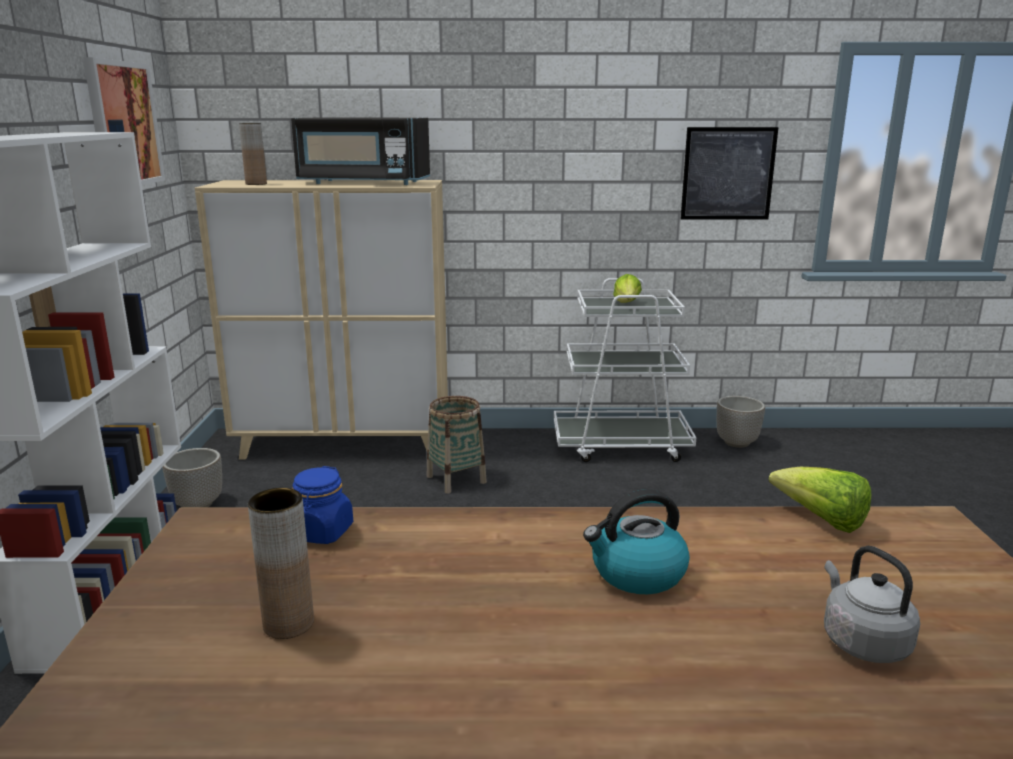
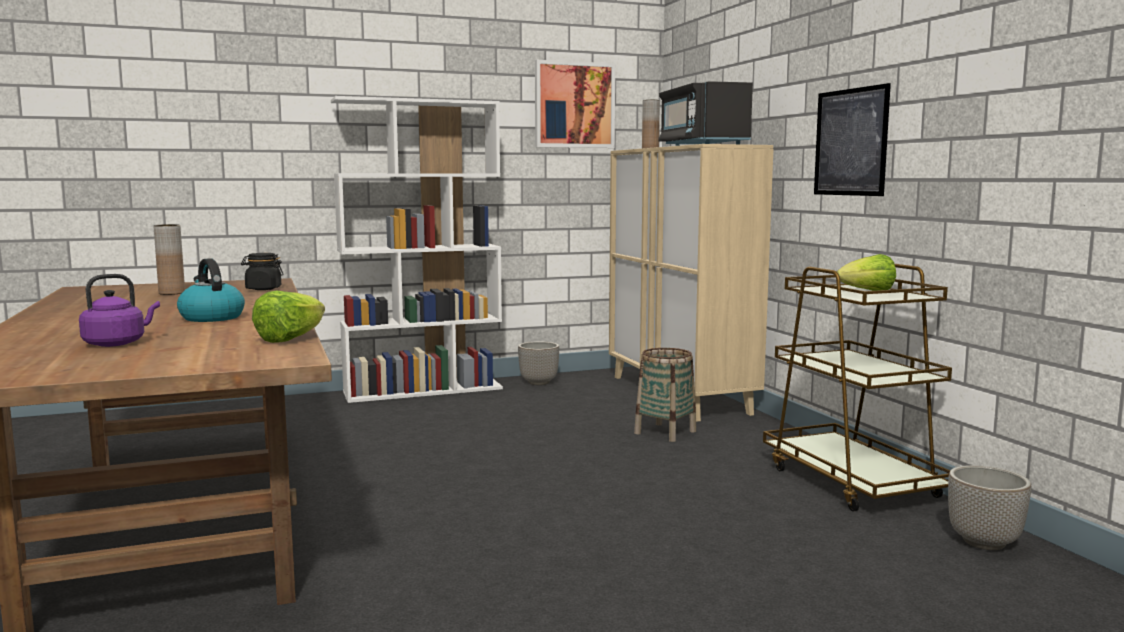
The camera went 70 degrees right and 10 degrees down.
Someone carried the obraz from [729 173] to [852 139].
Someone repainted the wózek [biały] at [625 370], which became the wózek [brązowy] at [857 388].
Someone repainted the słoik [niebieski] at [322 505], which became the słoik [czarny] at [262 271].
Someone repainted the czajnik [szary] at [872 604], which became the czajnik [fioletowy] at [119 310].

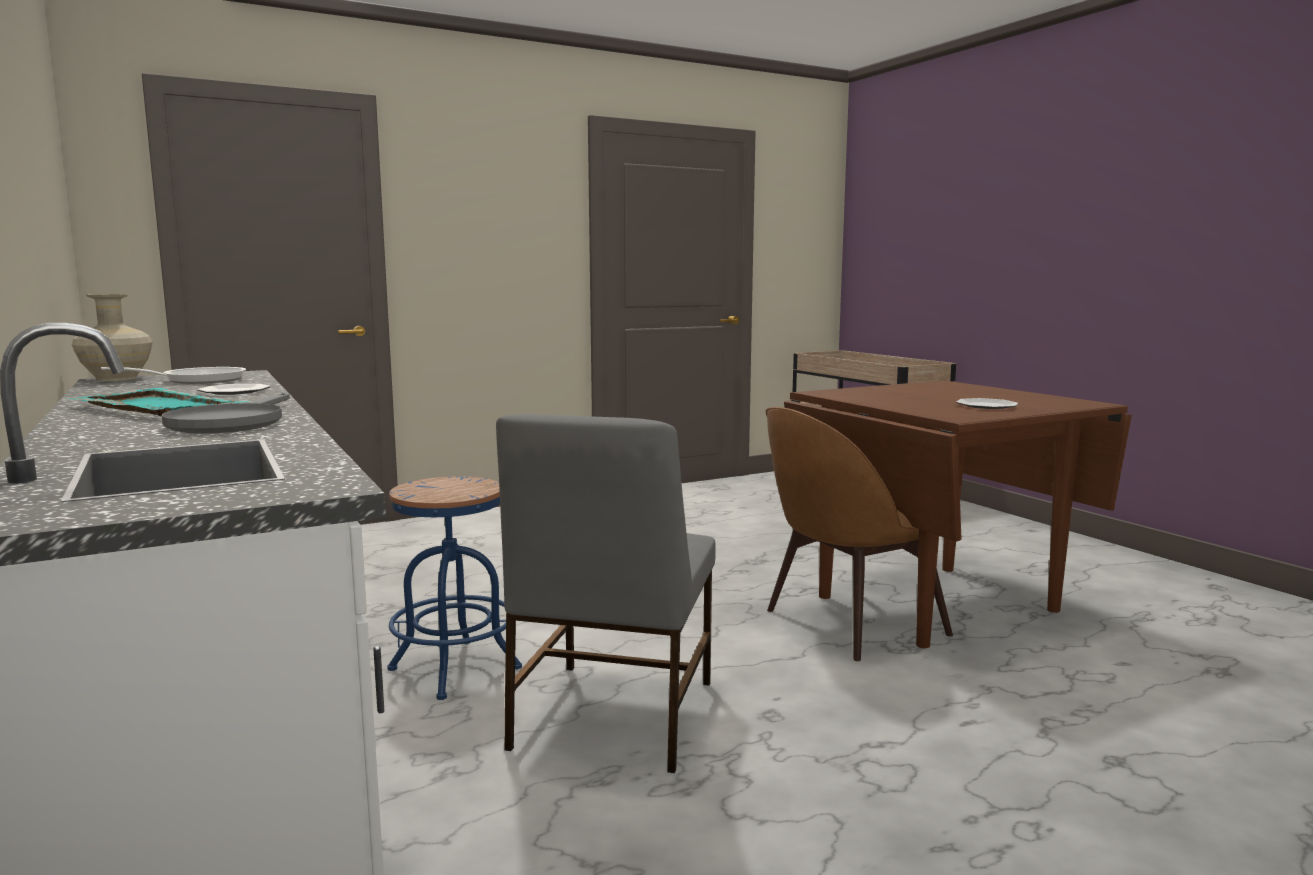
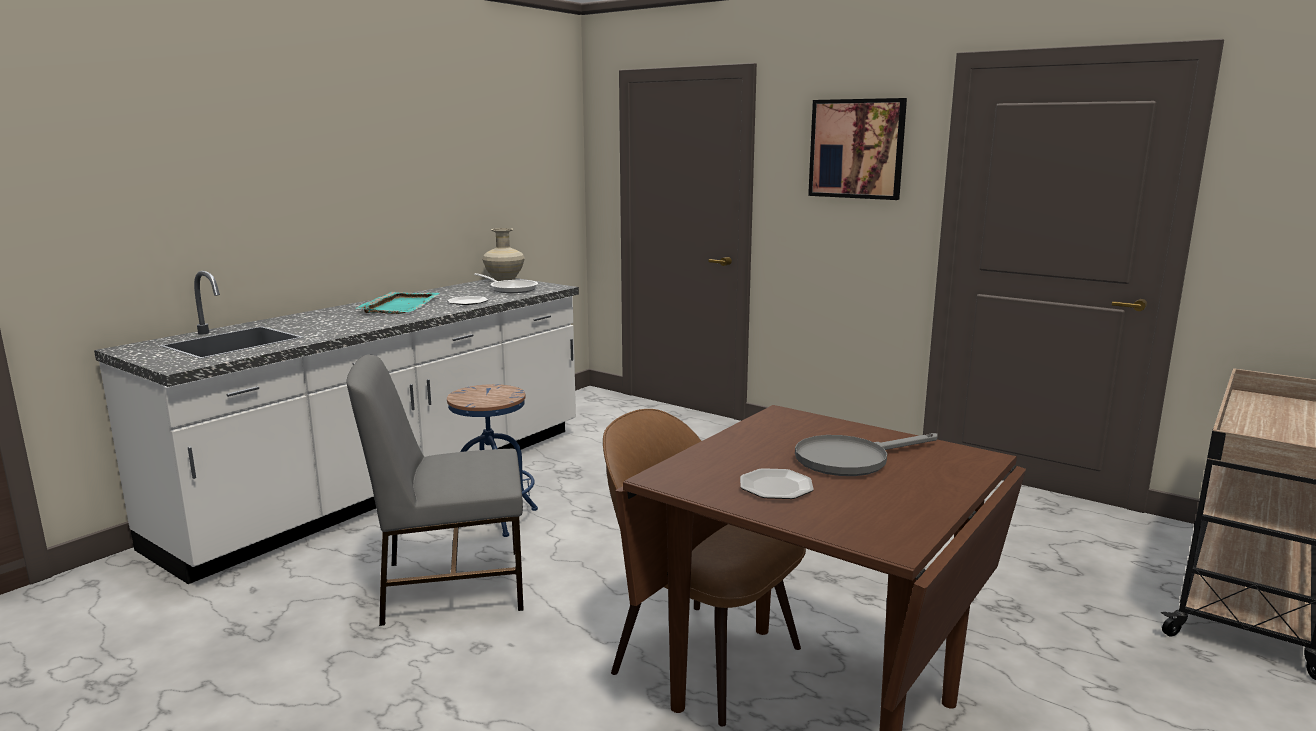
The camera went 65 degrees right and 5 degrees up.
Someone carried the patelnia [szary] from [226 413] to [866 454].
Someone put up the obraz at [857 149].

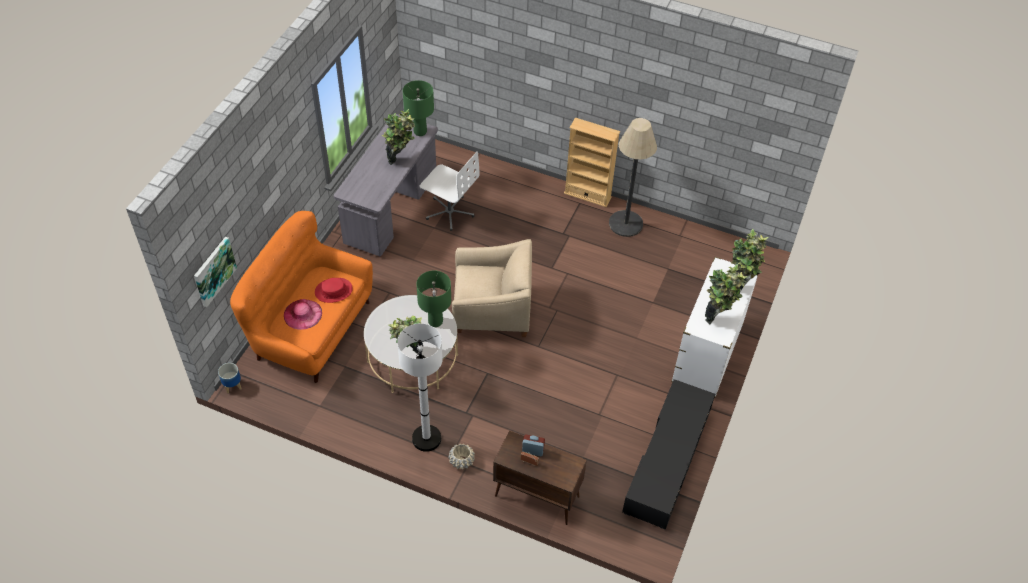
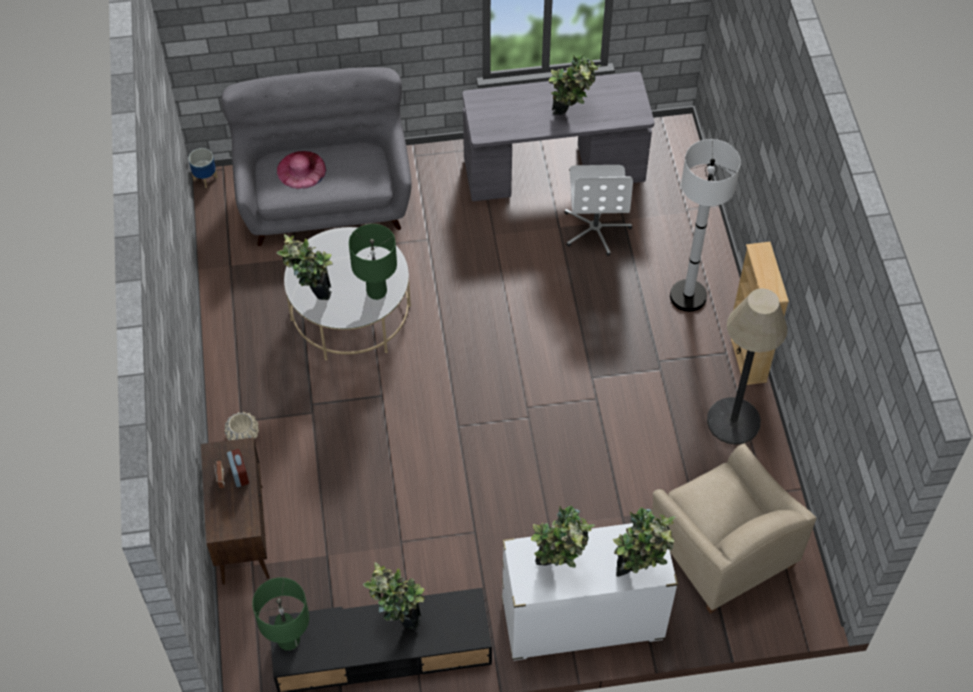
The camera went 60 degrees right and 5 degrees up.
Someone carried the lampa stołowa [zielony] from [418 108] to [280 614].
Someone repainted the kanapa [pomarańczowy] at [301 297], which became the kanapa [szary] at [316 156].
Someone took away the obraz at [215 272].
Someone carried the fotel [beżowy] from [492 288] to [734 528].
Someone took away the kapelusz [czerwony] at [334 290].
Someone carried the lampa stojąca [biały] from [420 387] to [705 225].
Someone put down the roślina doniczkowa at [394 596].

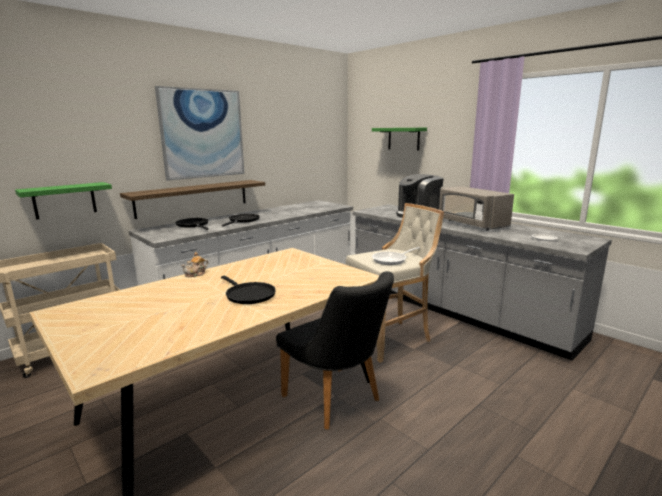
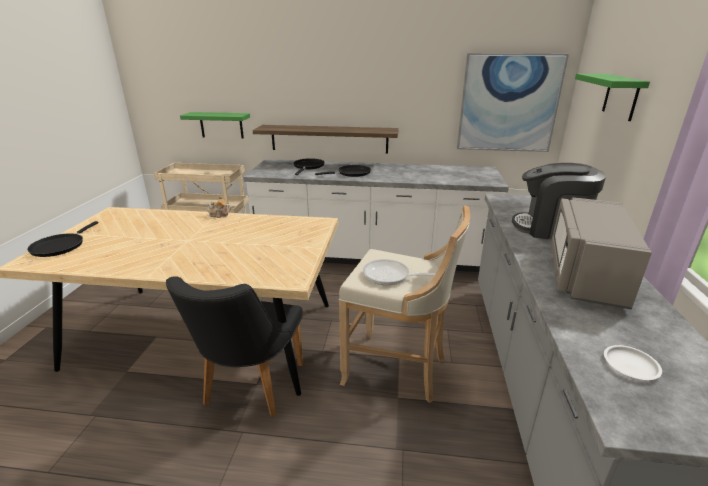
The camera went 50 degrees right and 10 degrees up.
Someone carried the obraz from [200 133] to [513 102].
Someone carried the patelnia [czarny] from [248 290] to [63 239].

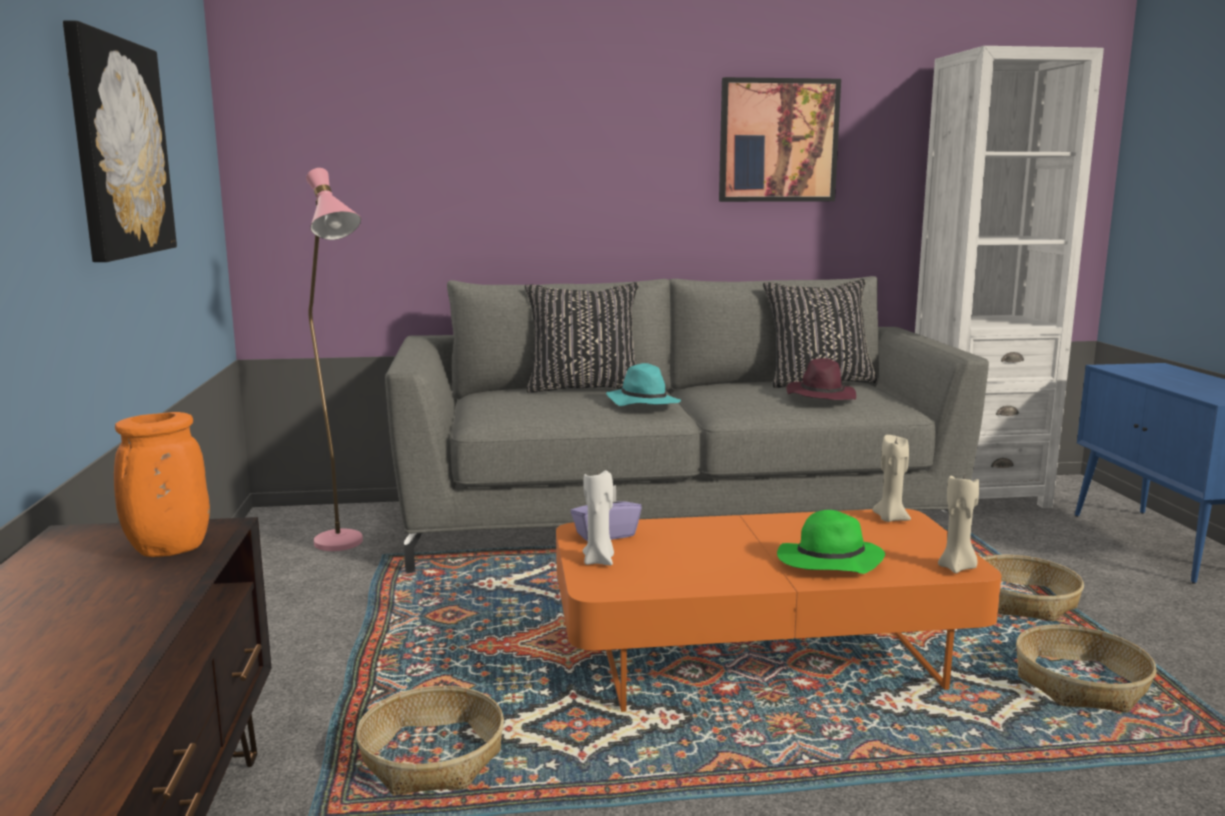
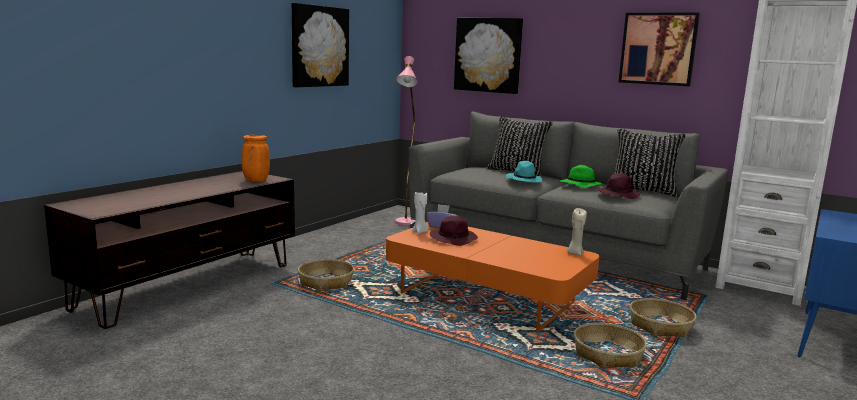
The camera went 40 degrees right and 0 degrees up.
Someone took away the świeca [beżowy] at [958 522].
Someone carried the kapelusz [zielony] from [831 542] to [581 176].
Someone put up the obraz at [488 56].
Someone put down the kapelusz [fioletowy] at [454 231].

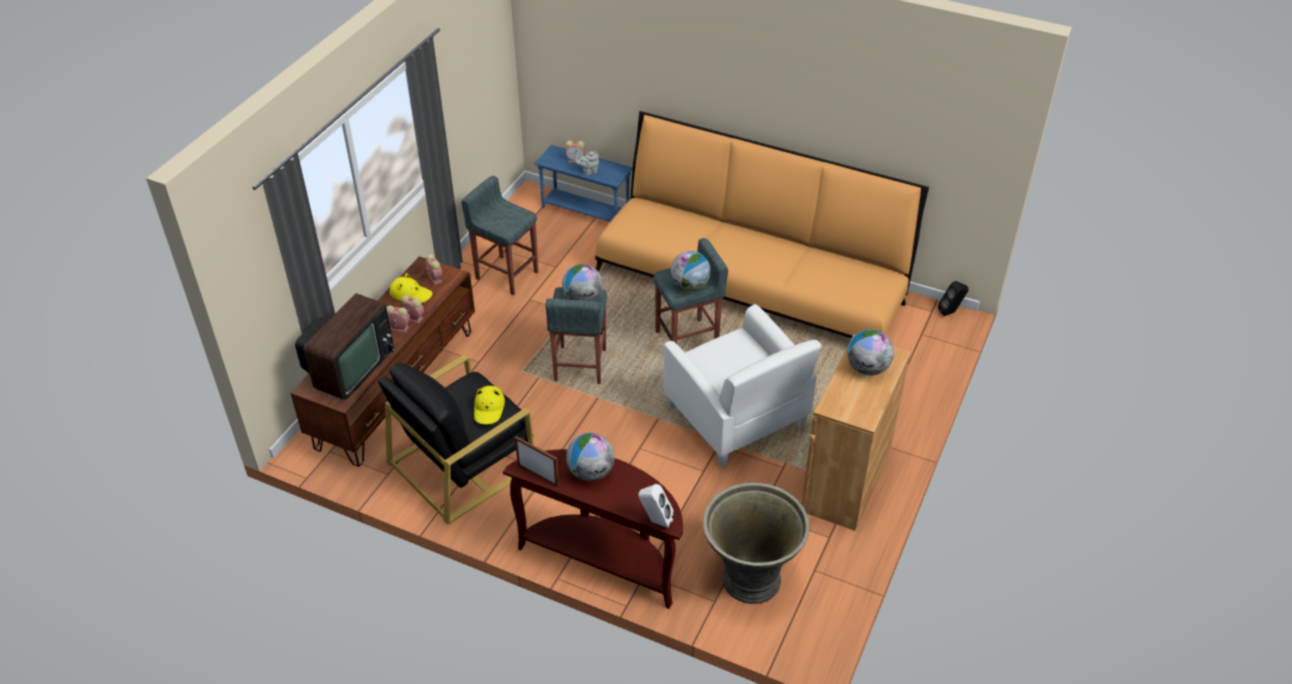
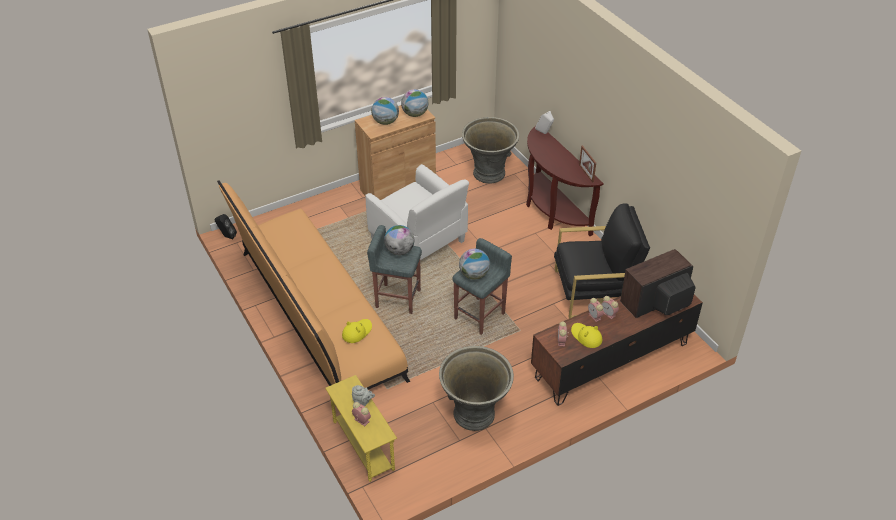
The camera went 145 degrees left and 0 degrees up.
Someone repainted the stolik [niebieski] at [584 183], which became the stolik [żółty] at [361 428].
Someone swapped the stołek [szary] at [499 235] for the donica [szary] at [476 388].
Someone rotated the fotel [biały] at [742 385] by 135 degrees clockwise.
Someone carried the kapelusz [żółty] from [489 405] to [357 331].
Someone carried the globus from [590 457] to [414 103].

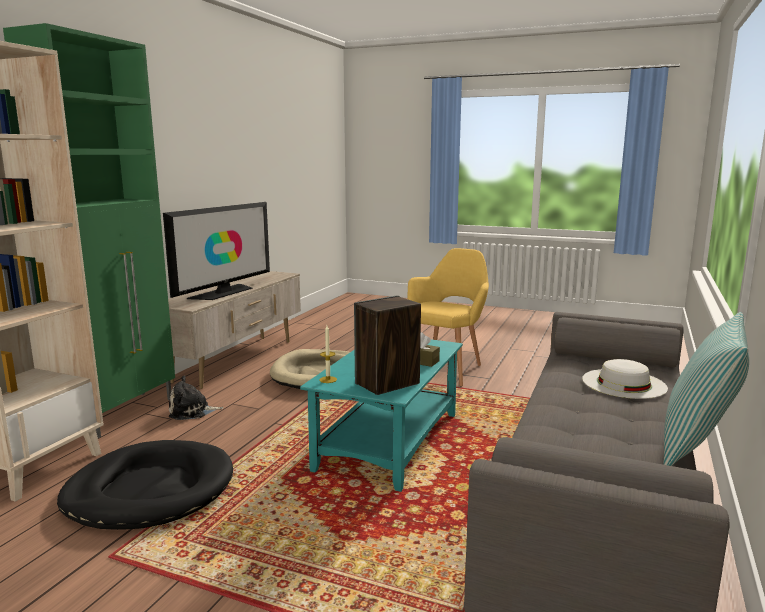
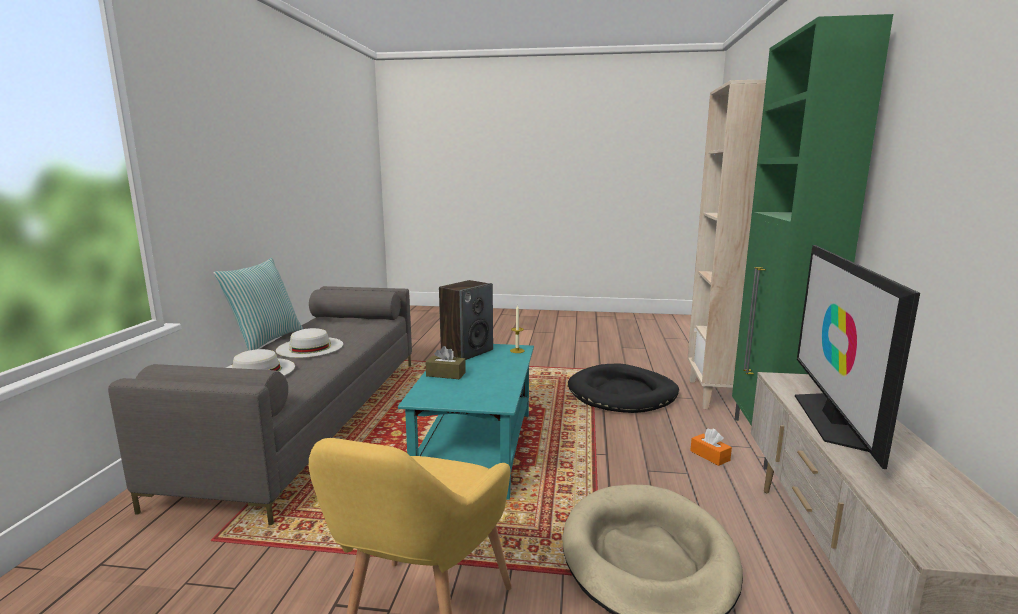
The camera went 165 degrees right and 0 degrees up.
Someone swapped the pluszak at [196 398] for the pudełko chusteczek [pomarańczowy] at [711 447].
Someone put down the kapelusz [biały] at [309 343].

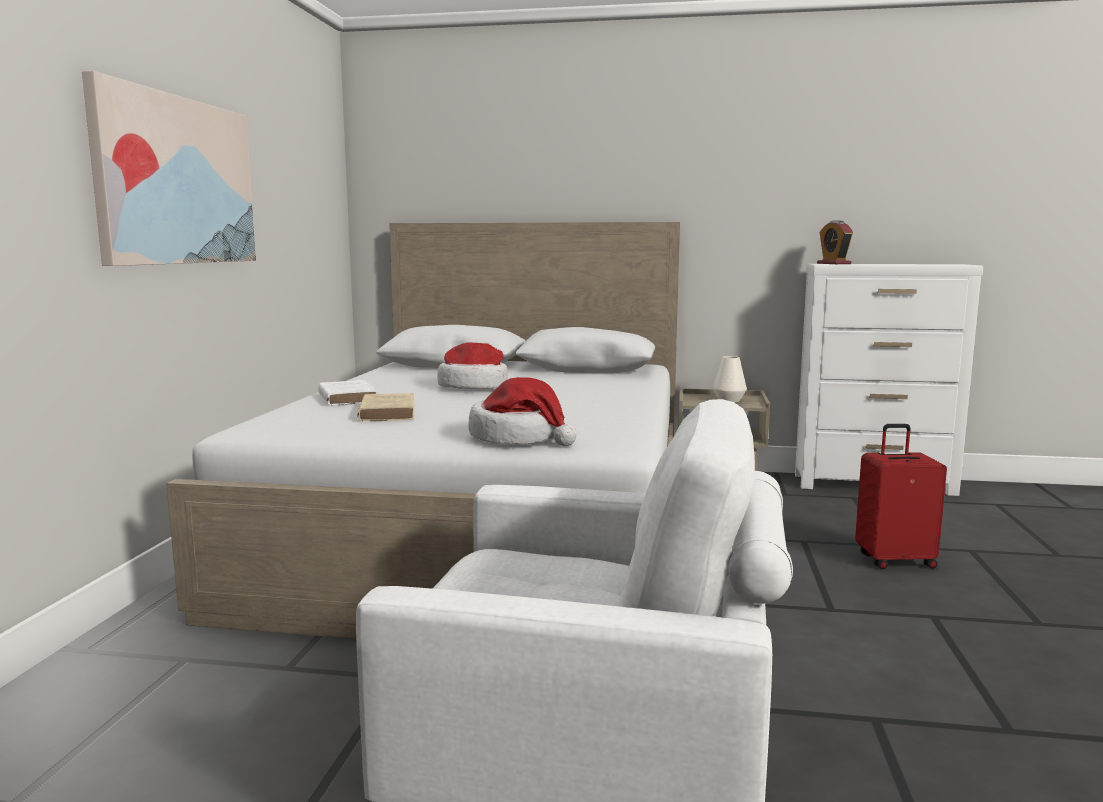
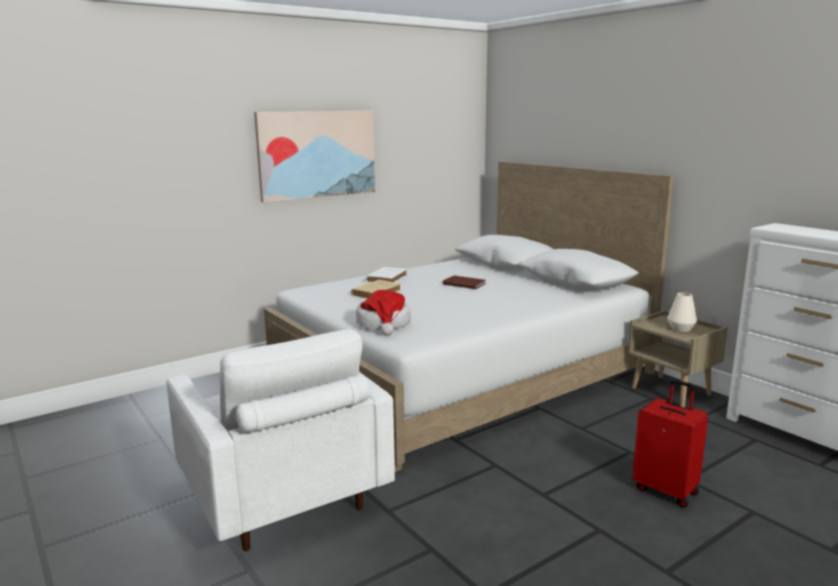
The camera went 45 degrees right and 5 degrees up.
Someone took away the budzik at [835 242].
Someone swapped the kapelusz at [472 366] for the książka [brązowy] at [464 282].

